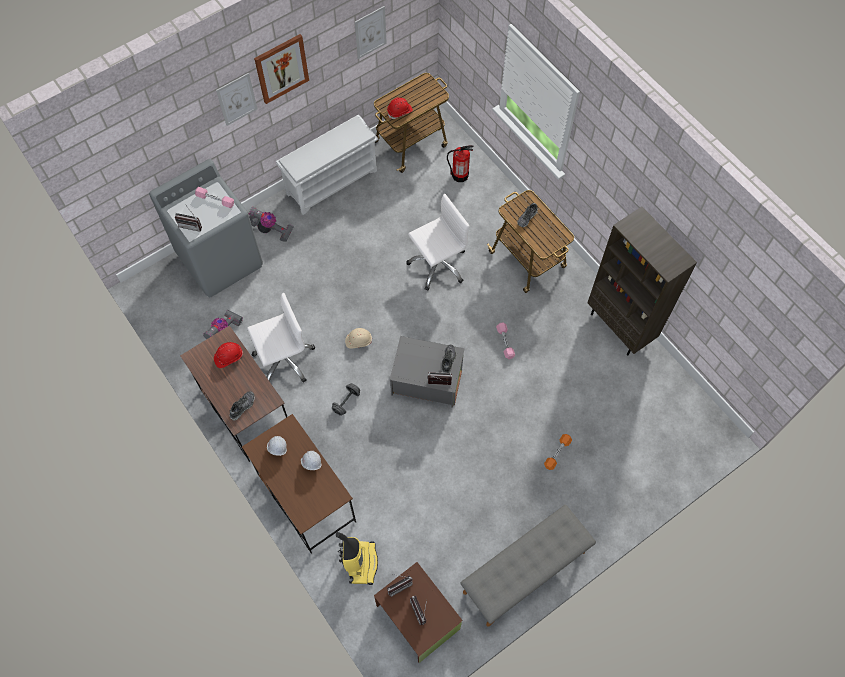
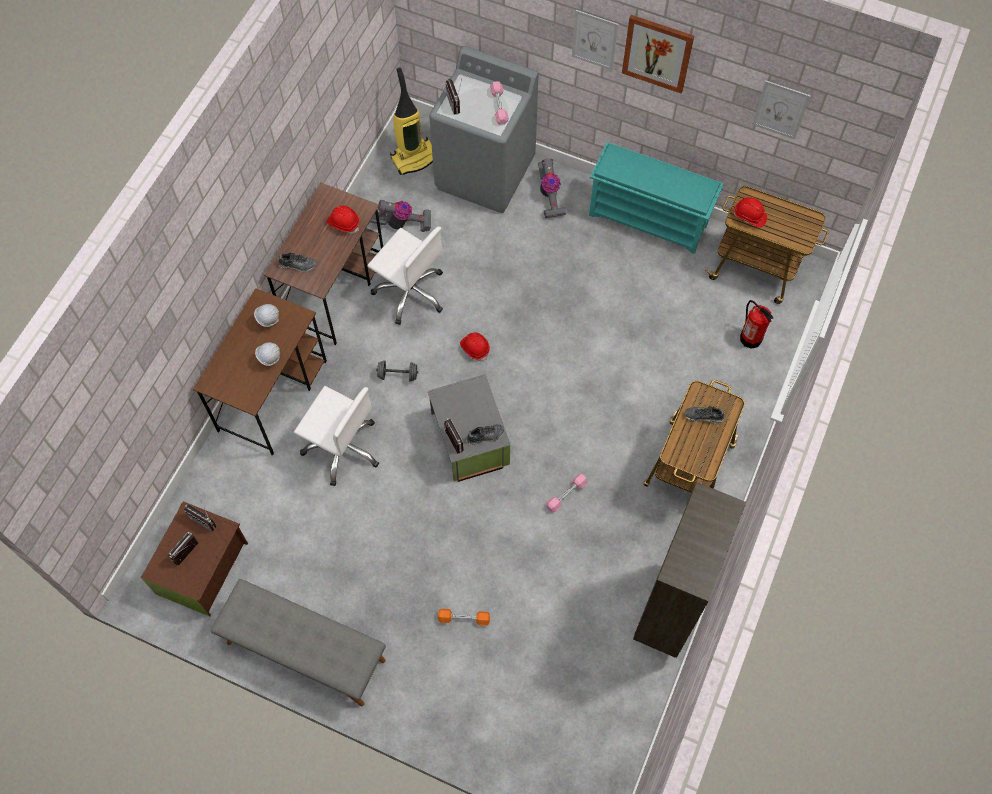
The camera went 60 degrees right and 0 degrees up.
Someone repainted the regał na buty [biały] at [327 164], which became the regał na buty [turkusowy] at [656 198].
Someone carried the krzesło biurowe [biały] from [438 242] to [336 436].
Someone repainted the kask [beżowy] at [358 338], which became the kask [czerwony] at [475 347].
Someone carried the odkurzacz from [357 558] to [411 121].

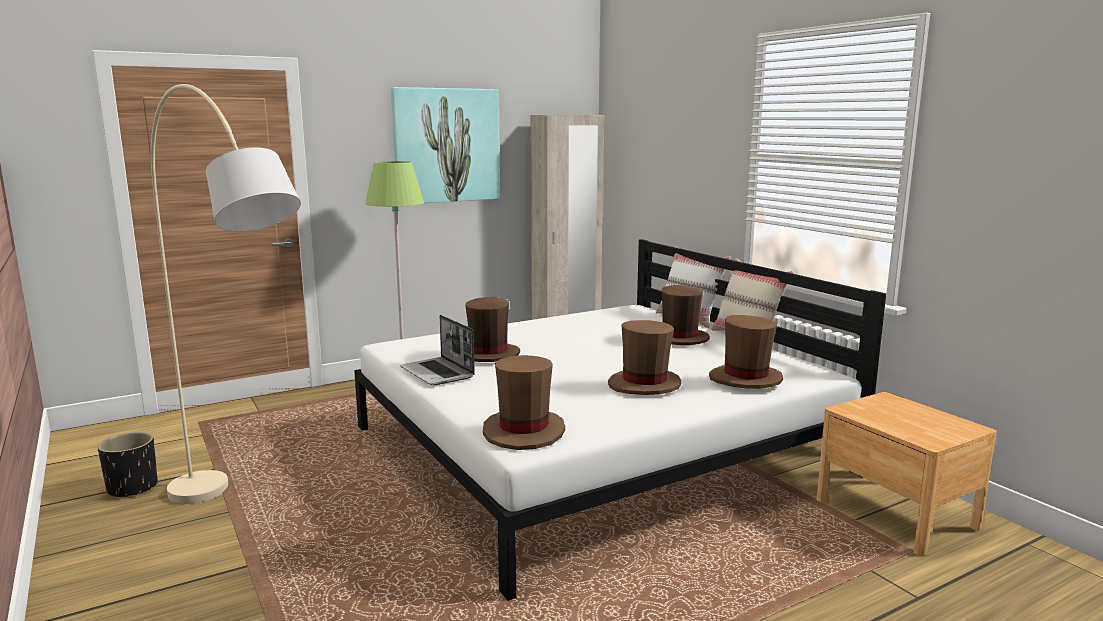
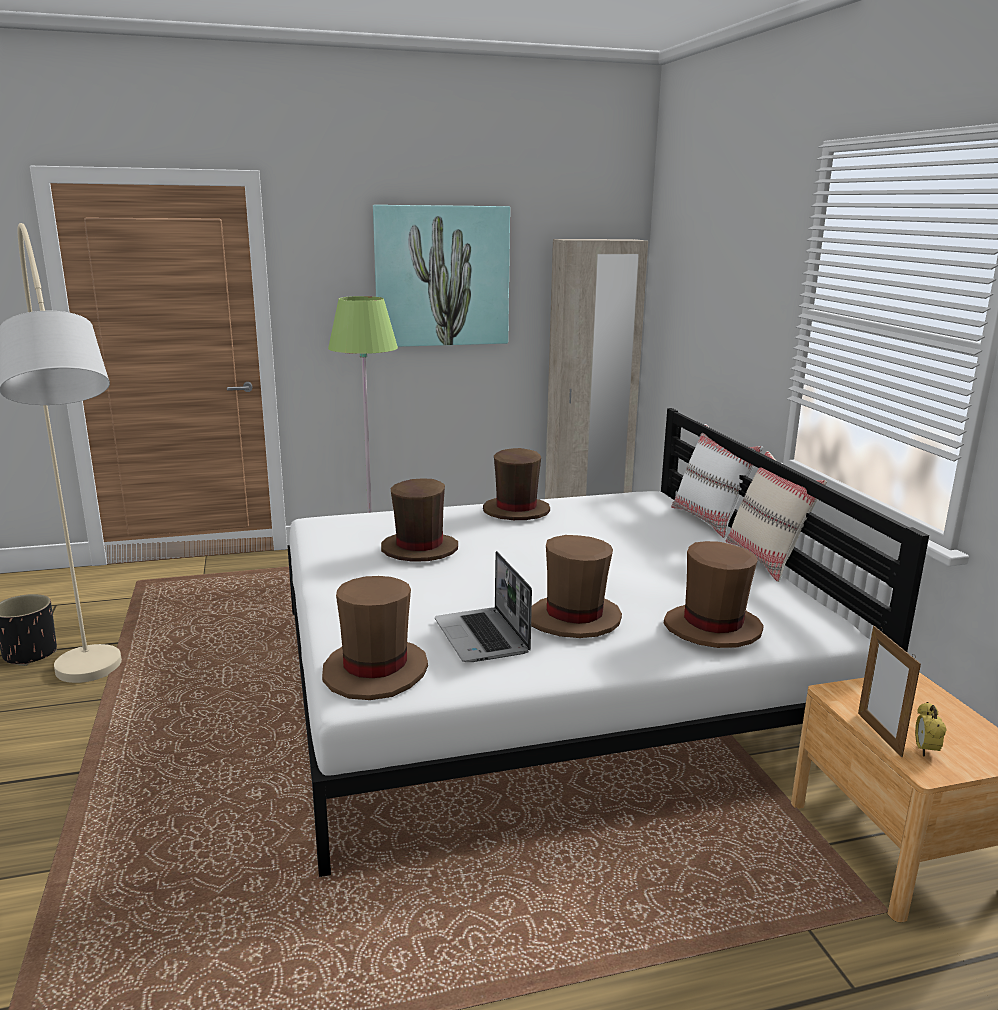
The camera went 15 degrees right and 5 degrees up.
Someone carried the kapelusz [brązowy] from [686 315] to [516 484].
Someone carried the laptop from [437 350] to [483 606].
Someone put down the ramka na zdjęcie at [889 691].
Someone put down the budzik at [931 729].

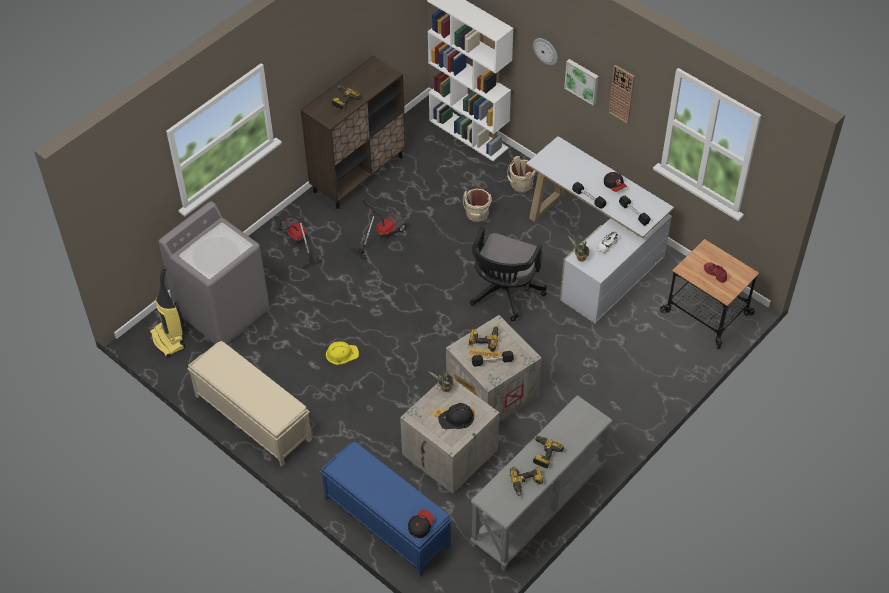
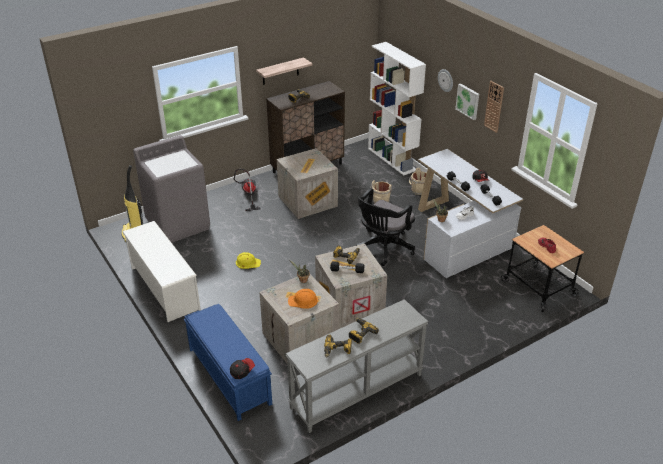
The camera went 15 degrees right and 15 degrees down.
Someone swapped the odkurzacz at [379 229] for the skrzynka at [307 183].
Someone swapped the ławka [beżowy] at [249 404] for the regał na buty [biały] at [162 271].
Someone repainted the kask [czarny] at [456 416], which became the kask [pomarańczowy] at [303 298].
Someone put up the półka at [284 71].

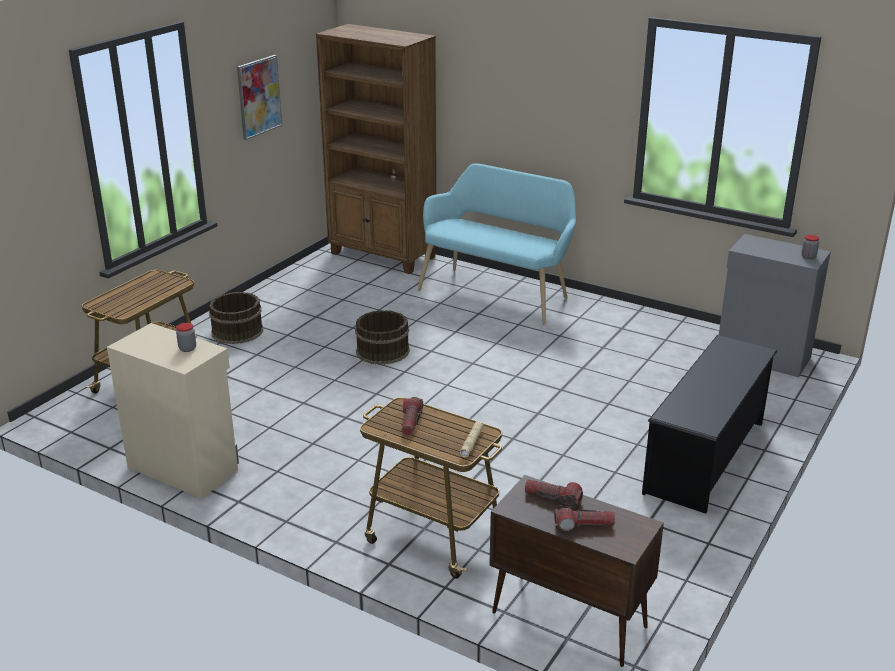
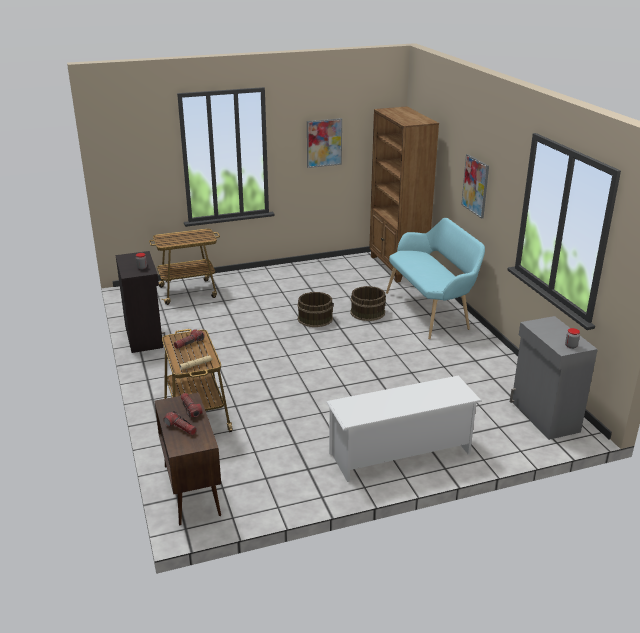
The camera went 40 degrees right and 0 degrees up.
Someone carried the wiadro [brązowy] from [236 318] to [368 303].
Someone repainted the szafka [beżowy] at [173 411], which became the szafka [czarny] at [140 302].
Someone repainted the regał na buty [czarny] at [709 424], which became the regał na buty [biały] at [404 429].
Someone put up the obraz at [475 186].

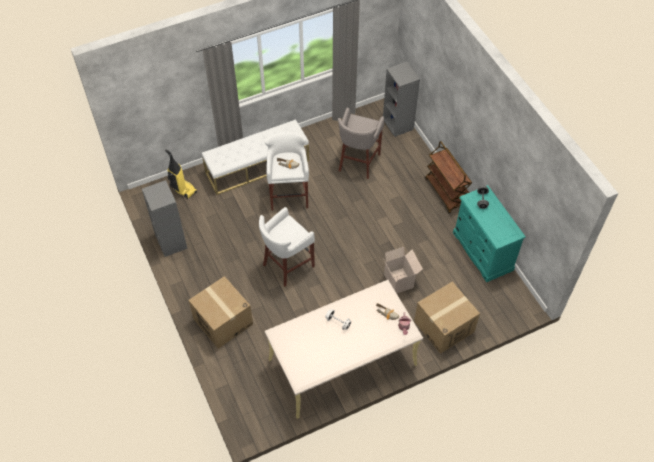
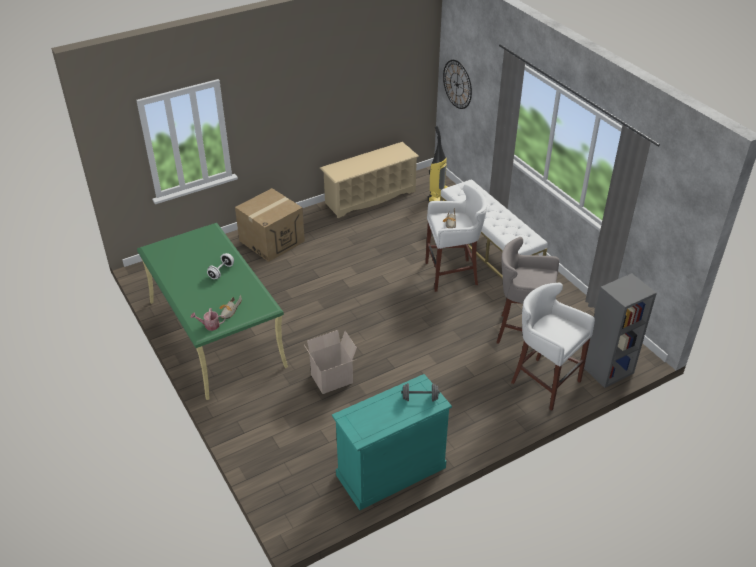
The camera went 85 degrees right and 15 degrees down.
Someone took away the wózek [brązowy] at [448 177].
Someone swapped the regał [szary] at [164 218] for the regał na buty [beżowy] at [369 180].
Someone carried the stołek [biały] from [287 247] to [553 347].
Someone repainted the biurko [beżowy] at [344 349], which became the biurko [zielony] at [212 311].
Someone took away the karton at [447 318].
Someone put up the zegar ścienny at [457 84].

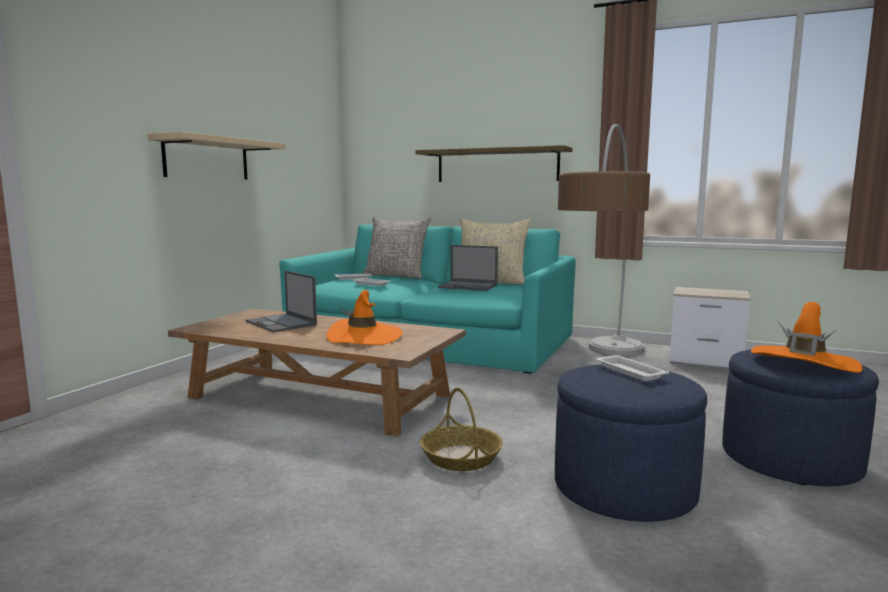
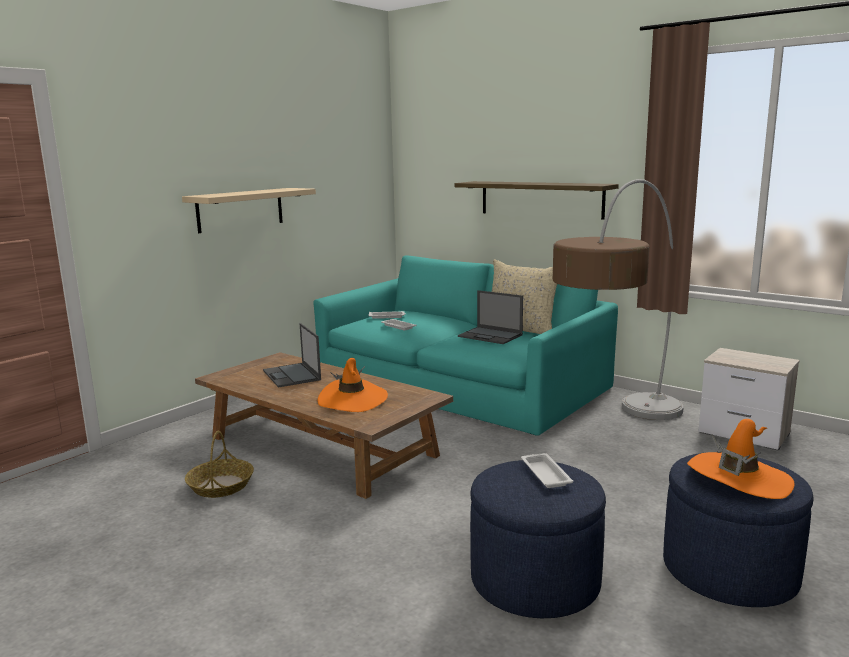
The camera went 15 degrees right and 5 degrees up.
Someone took away the poduszka [szary] at [396 248].
Someone carried the koszyk from [461 429] to [219 464].

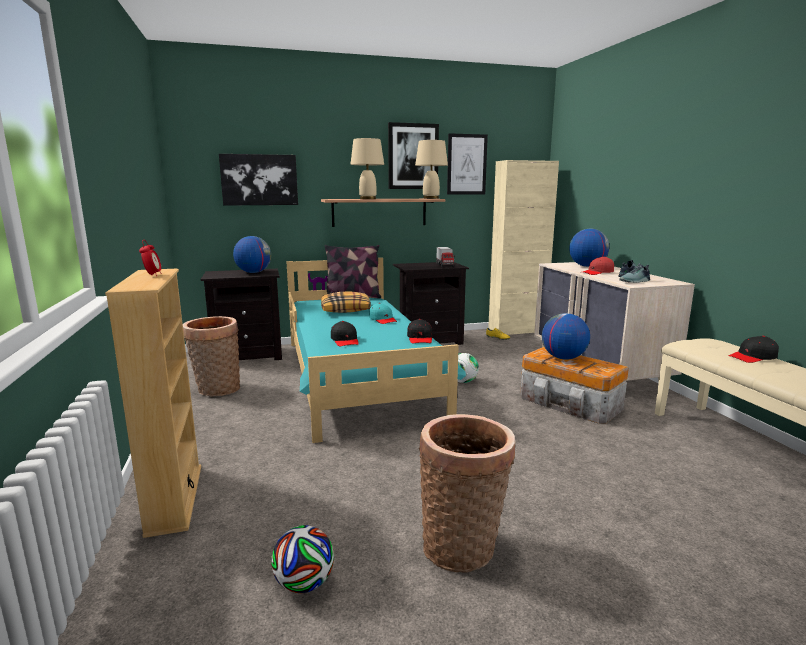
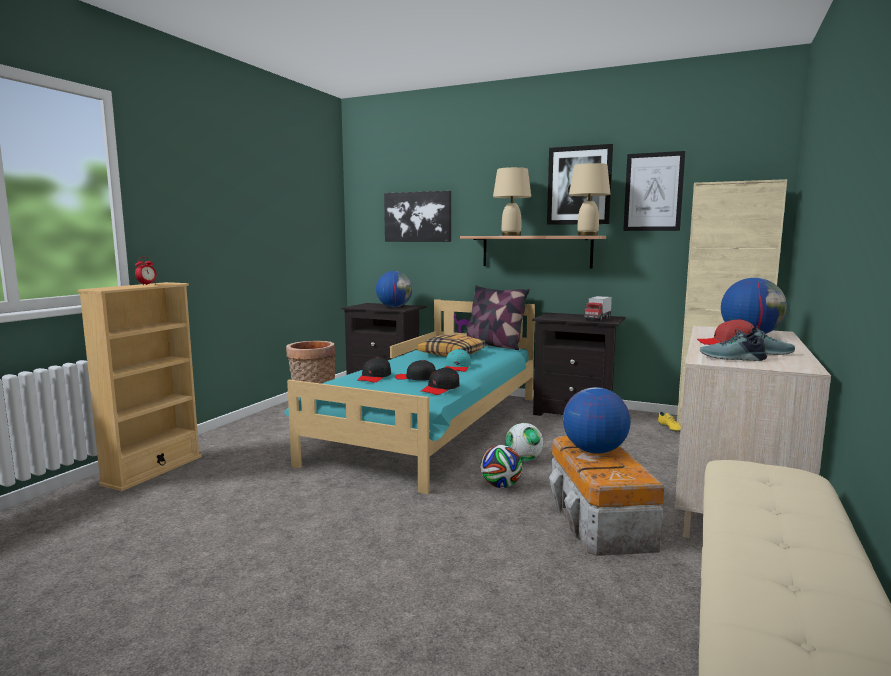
The camera went 40 degrees right and 5 degrees down.
Someone carried the czapka z daszkiem [czarny] from [753 349] to [415 370].
Someone took away the koszyk at [467 493].
Someone carried the piłka futbolowa from [302 559] to [501 466].

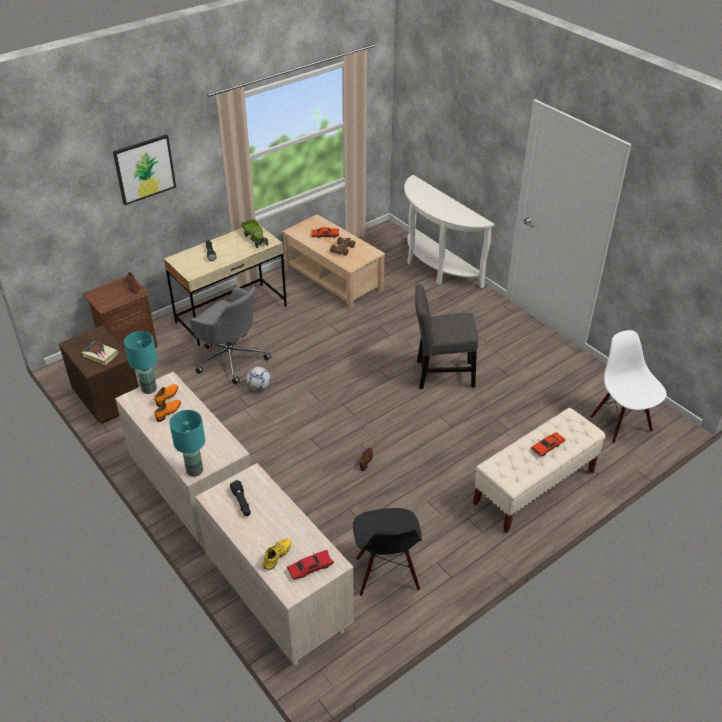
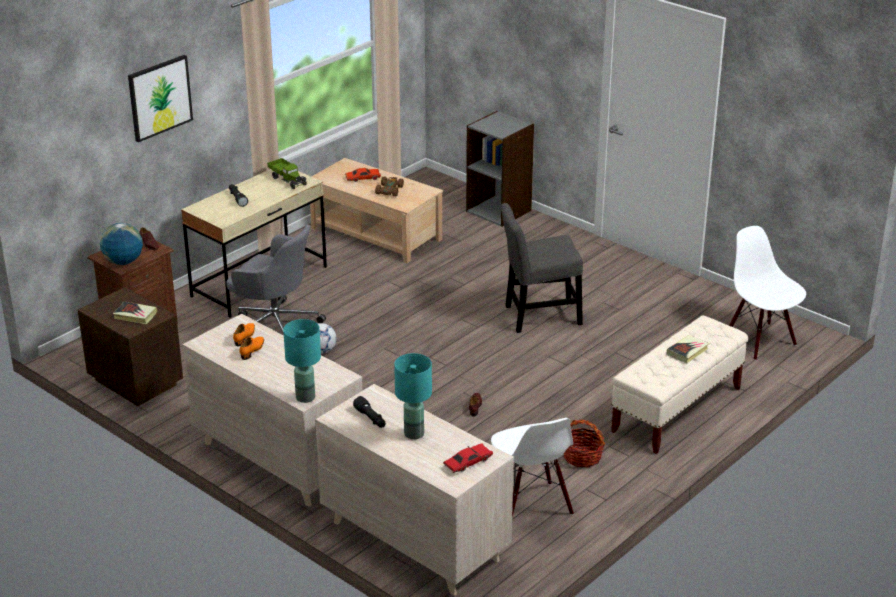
The camera went 10 degrees left and 10 degrees down.
Someone swapped the stolik konsolowy [biały] at [449 232] for the regał [szary] at [500 169].
Someone carried the lampa stołowa [turkusowy] from [140 362] to [413 396].
Someone swapped the samochodzik [czerwony] at [548 444] for the książka at [688 349].
Someone repainted the krzesło [czarny] at [387 552], which became the krzesło [biały] at [532 467].
Someone took away the but [żółty] at [276 554].
Someone put down the globus at [121 244].
Someone put down the koszyk at [584 443].

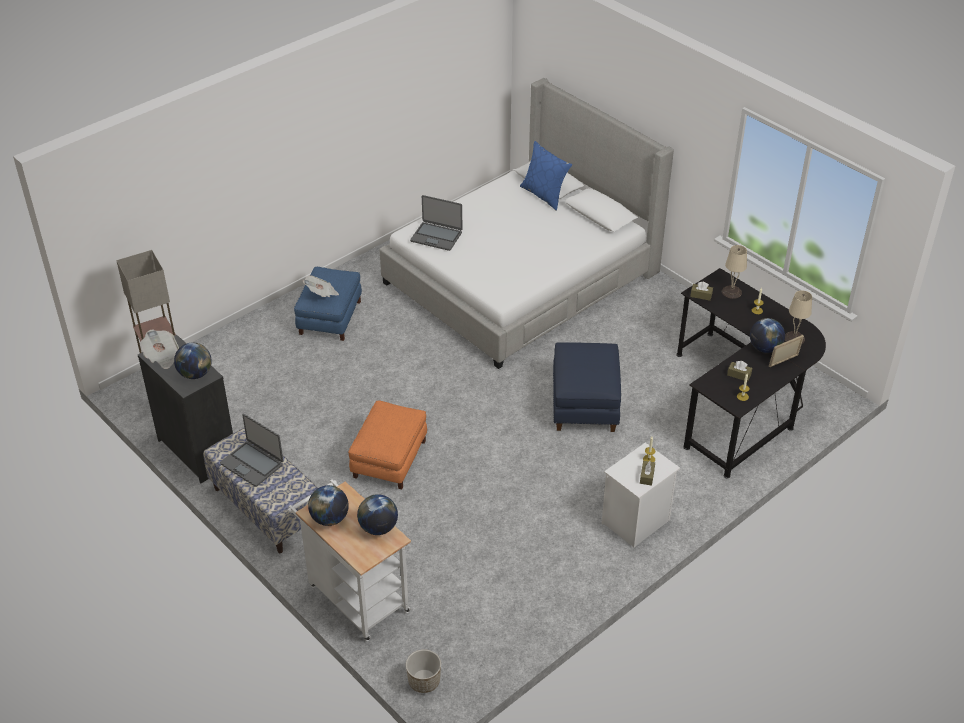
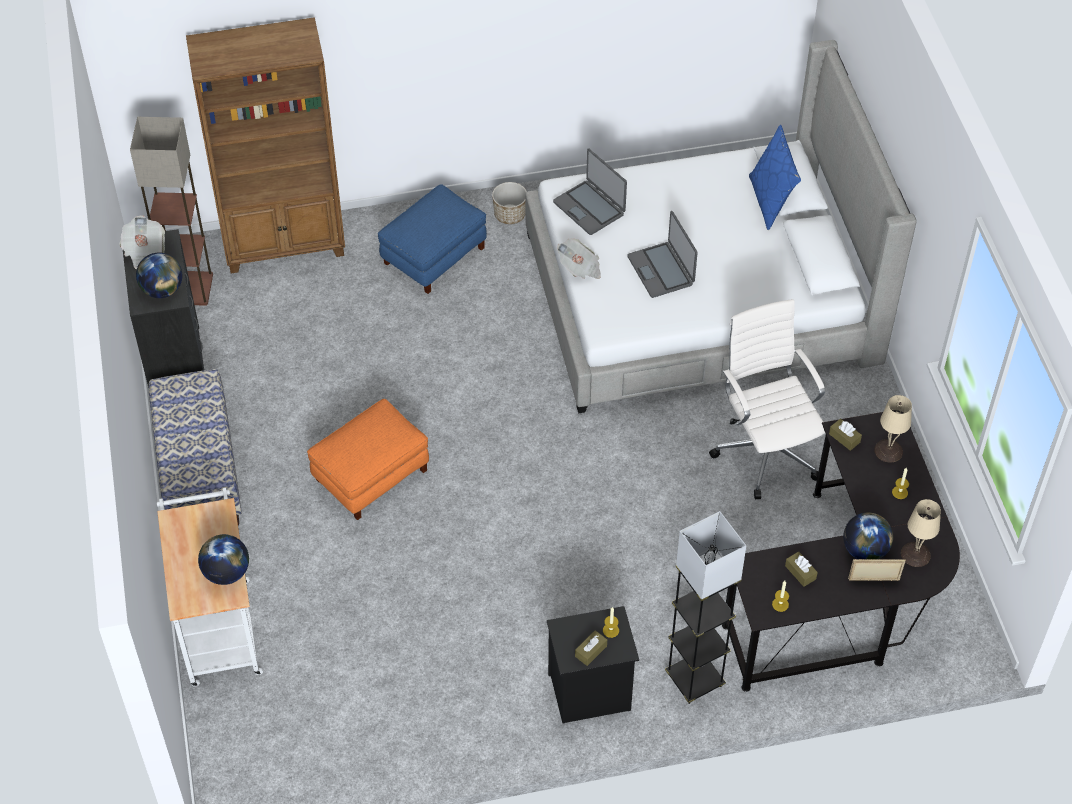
The camera went 30 degrees right and 10 degrees up.
Someone carried the gazeta from [321 286] to [579 259].
Someone took away the pufa [niebieski] at [587 387].
Someone carried the laptop from [251 450] to [662 254].
Someone repainted the szafka nocna [biały] at [640 495], which became the szafka nocna [czarny] at [593 664].
Someone took away the globus at [328 505].
Someone carried the donica from [423 671] to [509 203].
Someone put down the regał [brązowy] at [265 145].
Someone put down the krzesło biurowe [biały] at [767 399].
Someone put down the lampa stojąca [szary] at [705 607].

